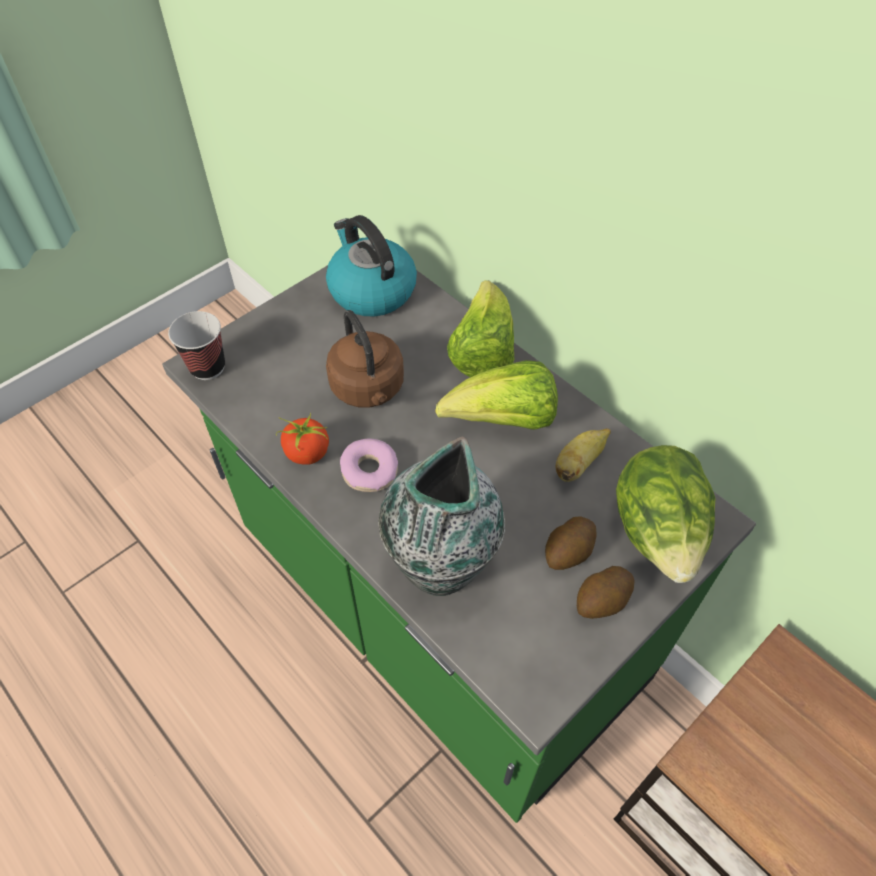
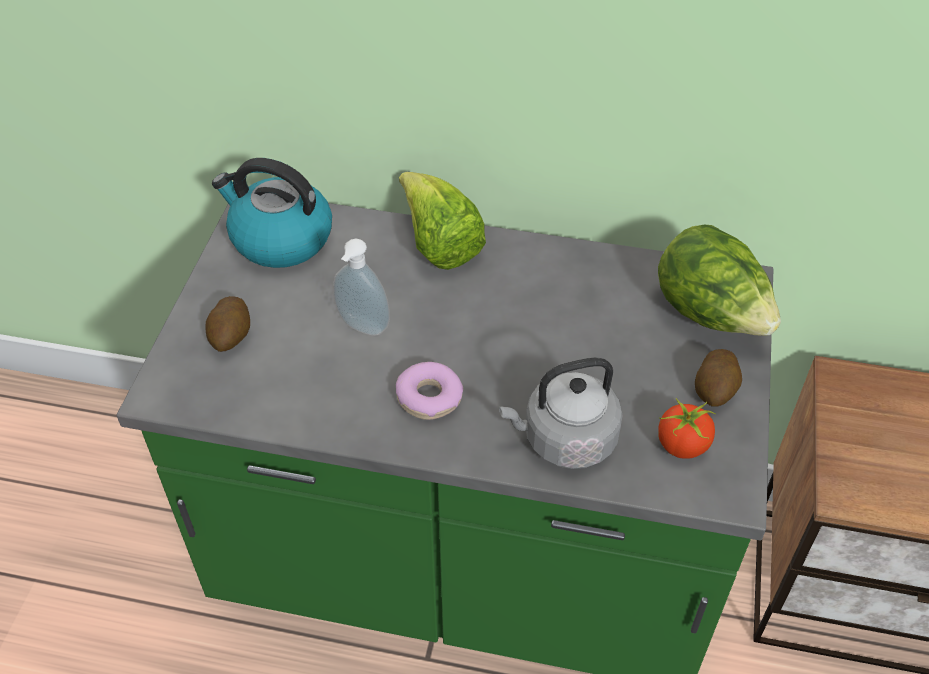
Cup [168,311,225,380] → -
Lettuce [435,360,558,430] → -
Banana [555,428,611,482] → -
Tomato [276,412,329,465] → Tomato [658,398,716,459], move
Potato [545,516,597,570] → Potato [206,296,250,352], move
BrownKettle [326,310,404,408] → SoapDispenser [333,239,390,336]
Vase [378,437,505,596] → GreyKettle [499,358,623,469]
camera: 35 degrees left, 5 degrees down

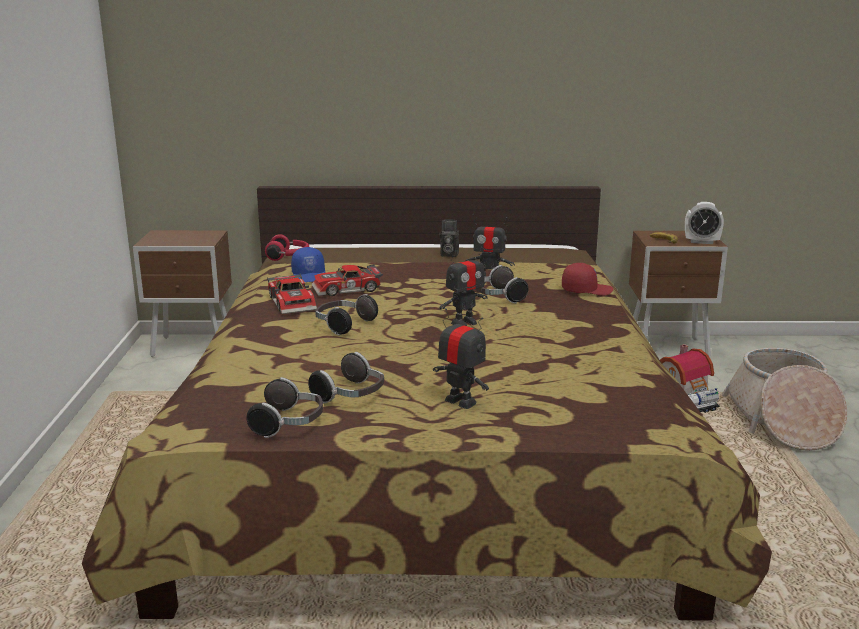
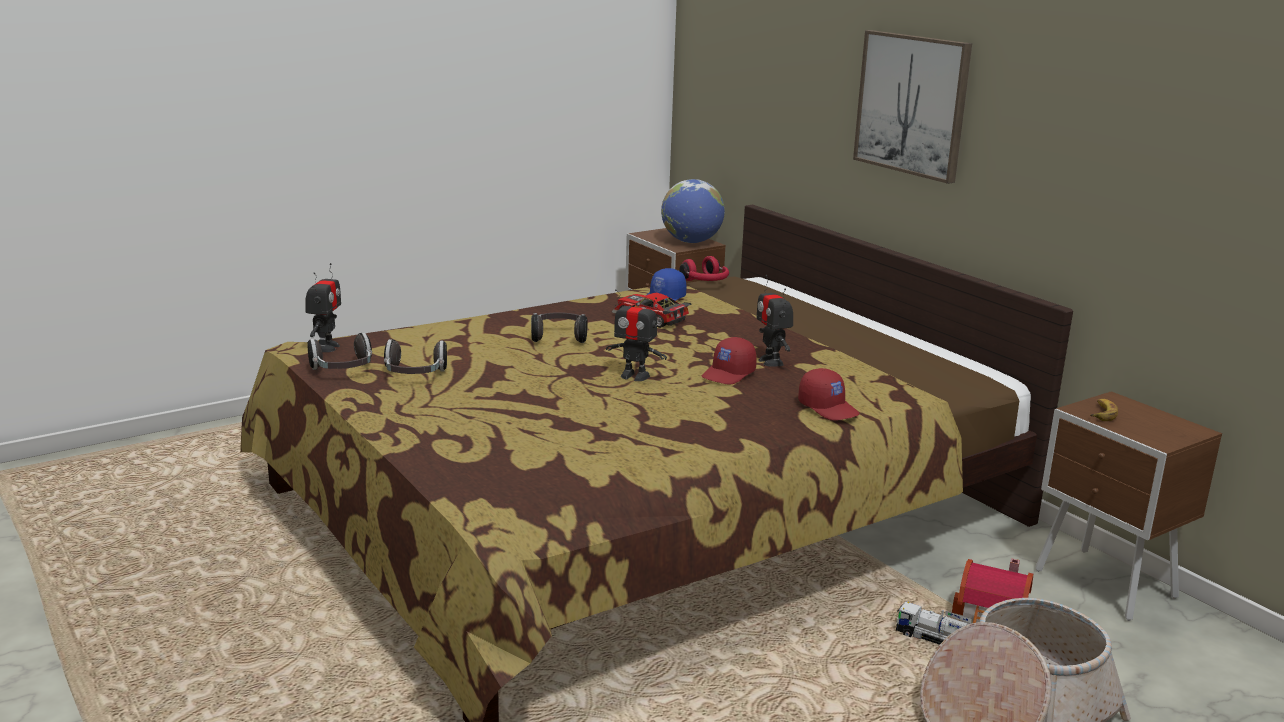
ToyCar [267,274,317,314] → -
PhotoCamera [439,219,459,257] → -
AlarmClock [685,202,724,244] → -
- → Globe [661,179,725,243]
- → Picture [853,30,972,184]
ToyRobot [433,308,489,409] → ToyRobot [305,263,341,352], move
Headphones [475,265,528,304] → RedCap [702,337,757,385]
camera: 55 degrees right, 0 degrees up

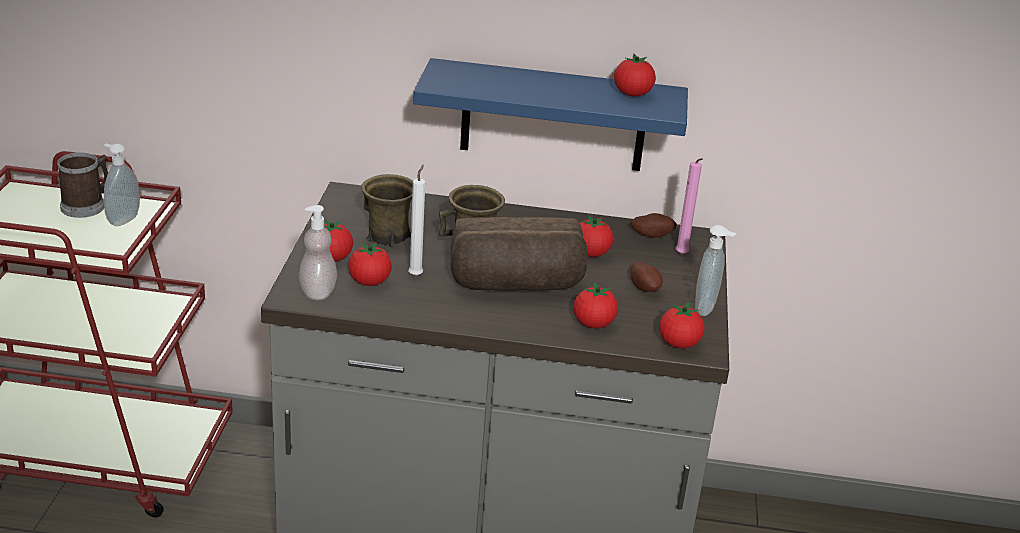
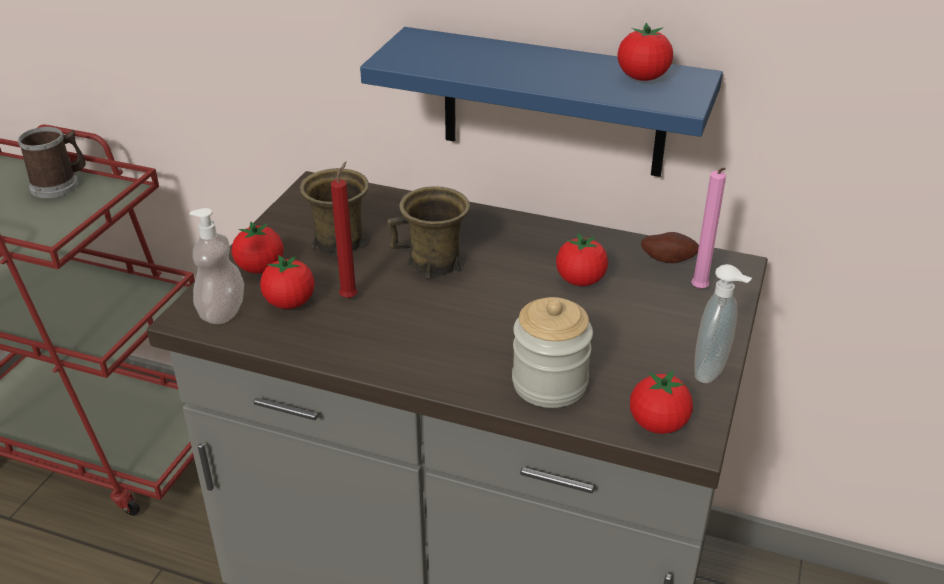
SoapDispenser [104,143,140,226] → -
Bread [450,217,588,291] → -
Potato [631,261,663,292] → -
Tomato [574,282,618,328] → Jar [512,297,593,408]
WhiteCandle [408,165,425,276] → RedCandle [331,162,358,298]
camera: 15 degrees right, 5 degrees up

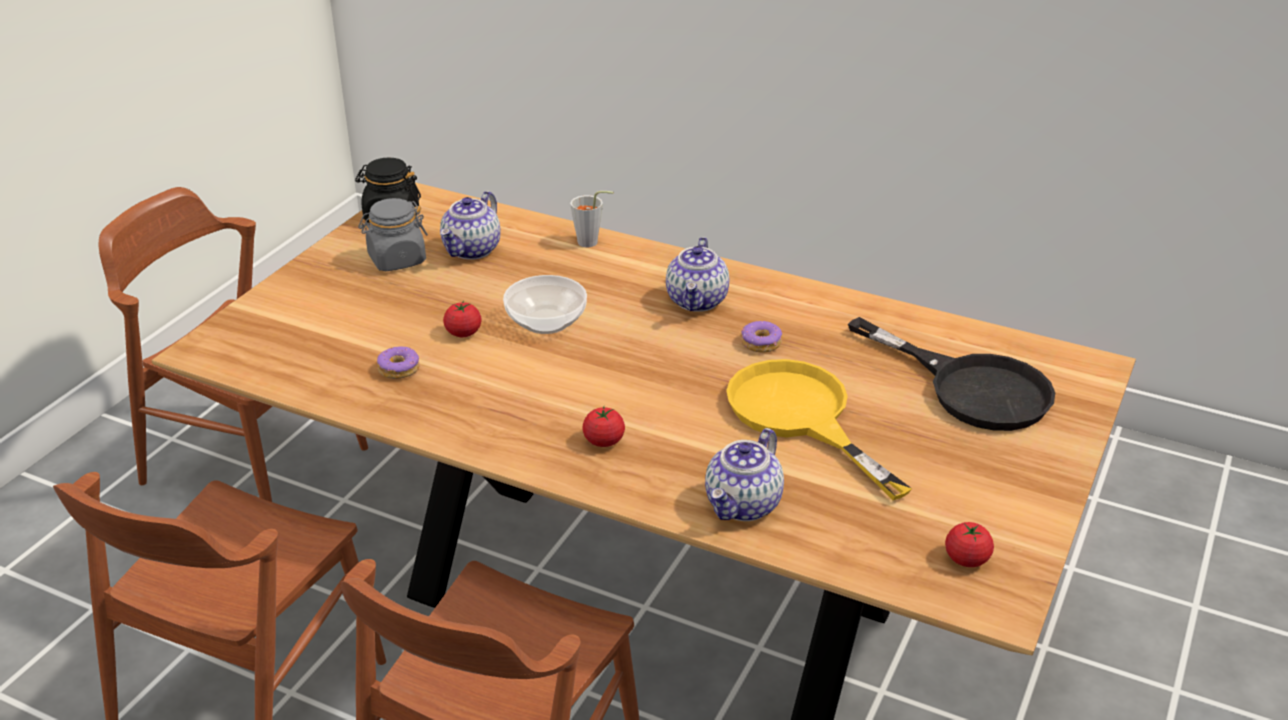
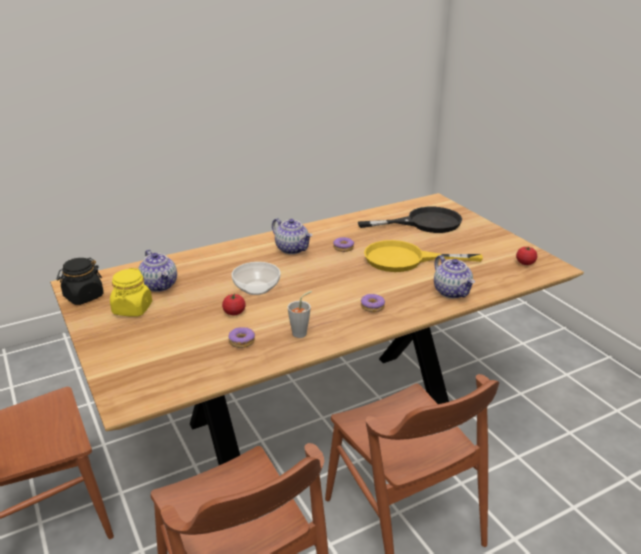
GreyCup [570,191,614,247] → GreyCup [287,291,312,338], move
Tomato [583,406,625,447] → Donut [361,294,385,312]
GreyJar [358,198,428,271] → YellowJar [110,268,152,317]
camera: 55 degrees left, 5 degrees down

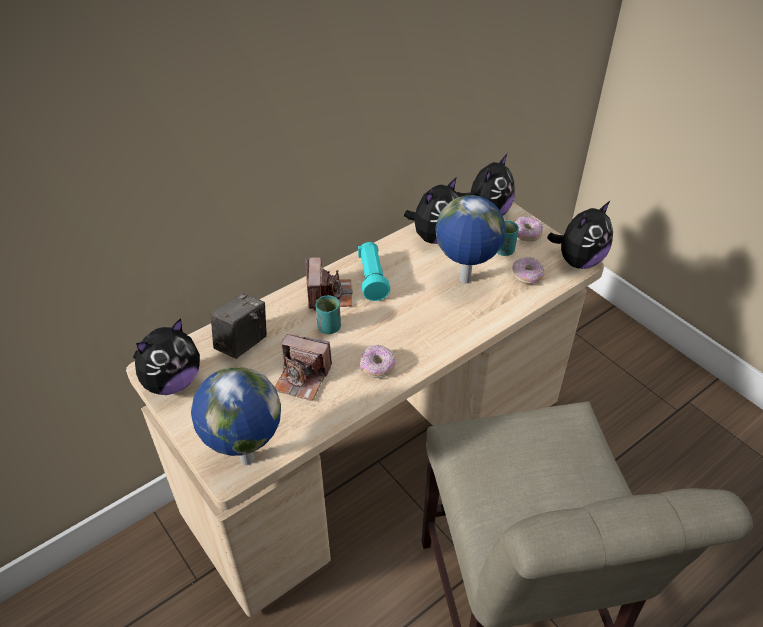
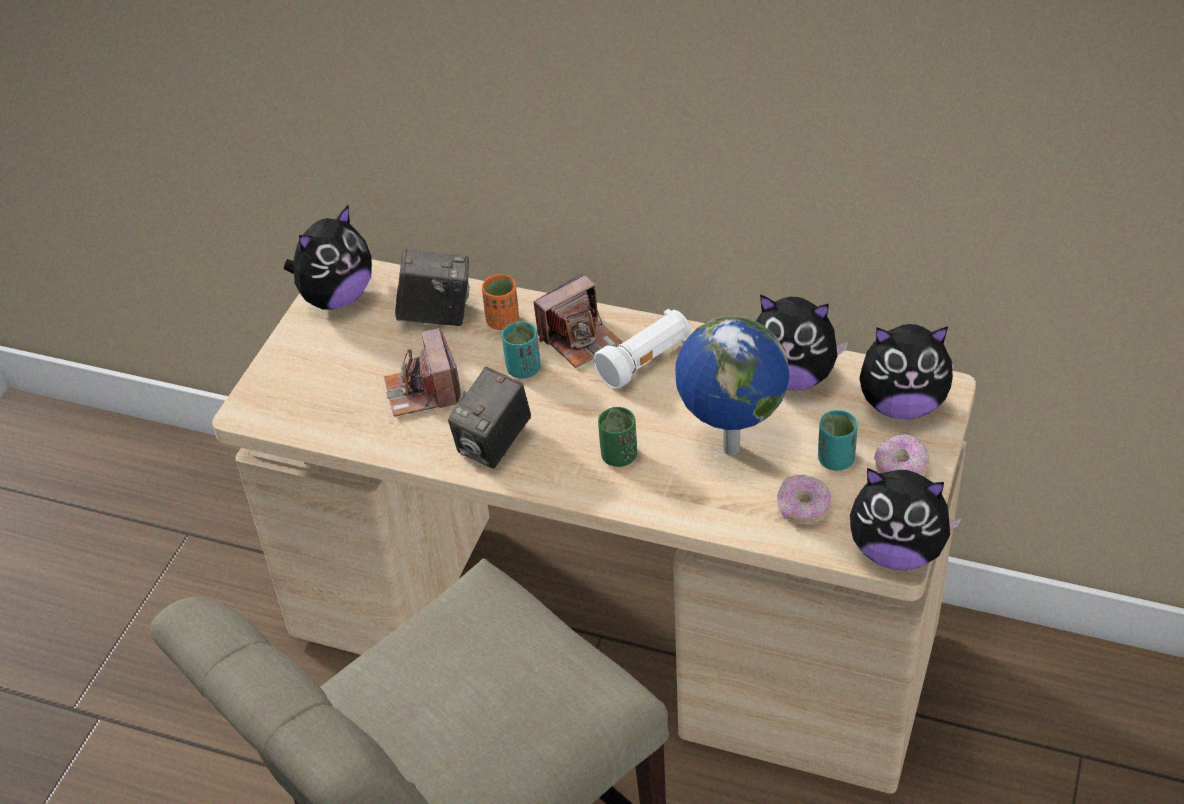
Globe [191,367,281,465] → -
- → OrangeCup [481,274,519,330]
- → GreenCup [598,407,637,467]
Donut [360,345,395,378] → PhotoCamera [448,367,531,469]
TurquoiseFlashlight [358,242,390,301] → WhiteFlashlight [594,309,691,389]
PlushToy [133,318,200,395] → PlushToy [284,205,372,310], 60 degrees counterclockwise
camera: 60 degrees right, 0 degrees up

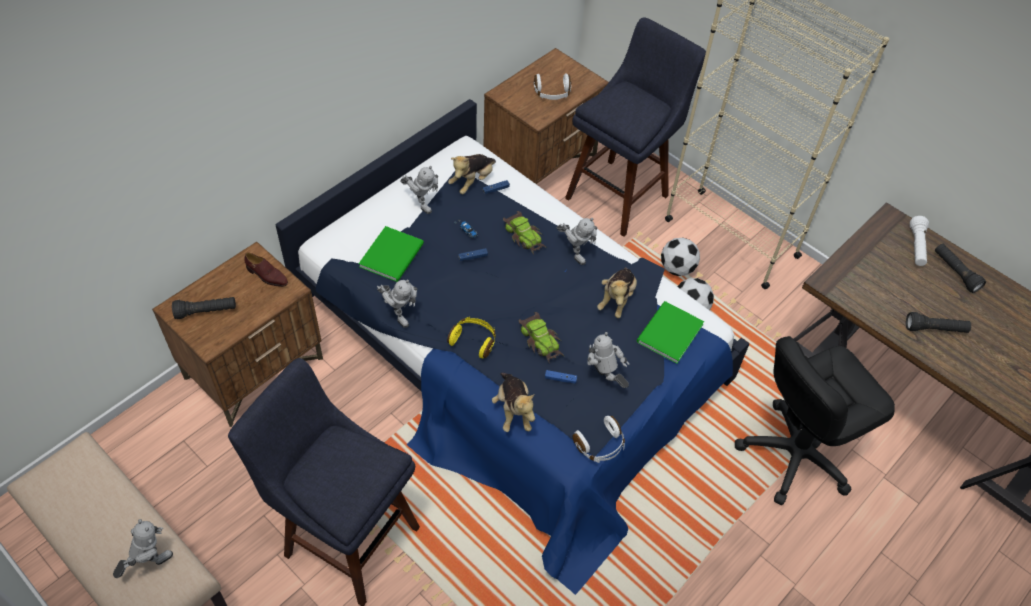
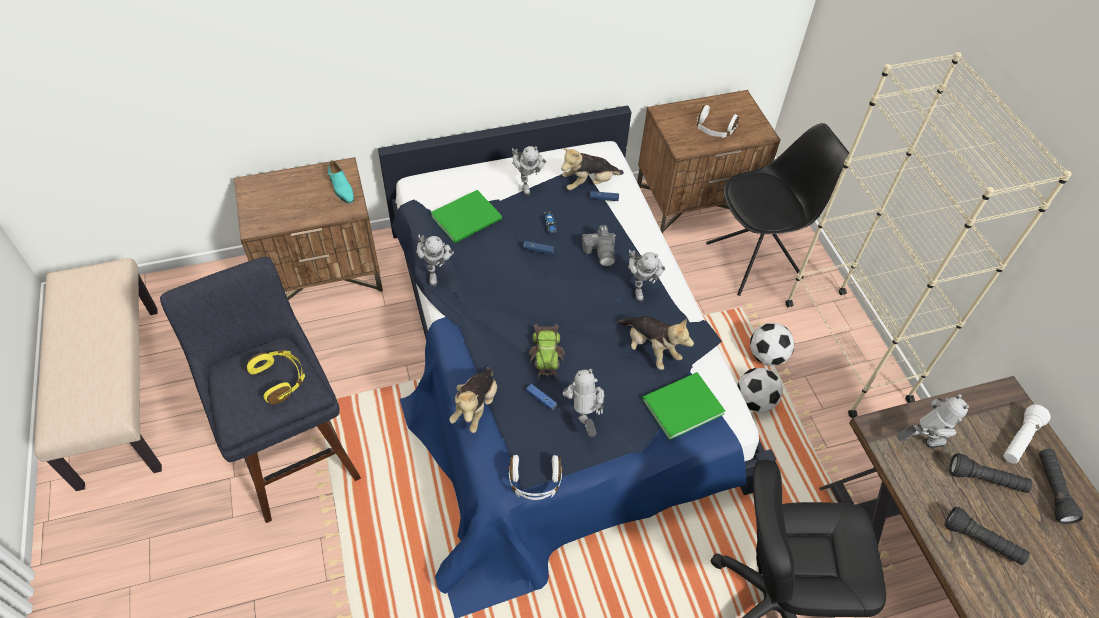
ToyRobot [113,519,173,578] → ToyRobot [897,394,969,448], move
BlackFlashlight [172,297,236,319] → BlackFlashlight [949,453,1032,493], move
YellowHeadphones [447,317,496,358] → YellowHeadphones [247,350,305,405], move
ToyCar [503,211,547,254] → PhotoCamera [582,225,615,266]
BlueStool [565,17,706,237] → BlackChair [706,123,849,296]
BrownShoe [244,252,288,287] → TurquoiseShoe [328,161,354,204]
PlushToy [597,267,637,318] → PlushToy [616,316,694,370], 90 degrees counterclockwise
camera: 30 degrees right, 0 degrees up

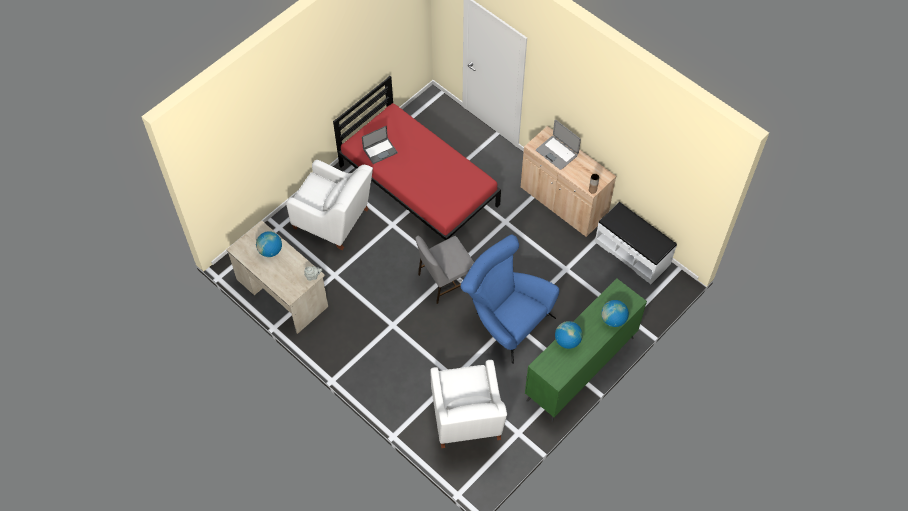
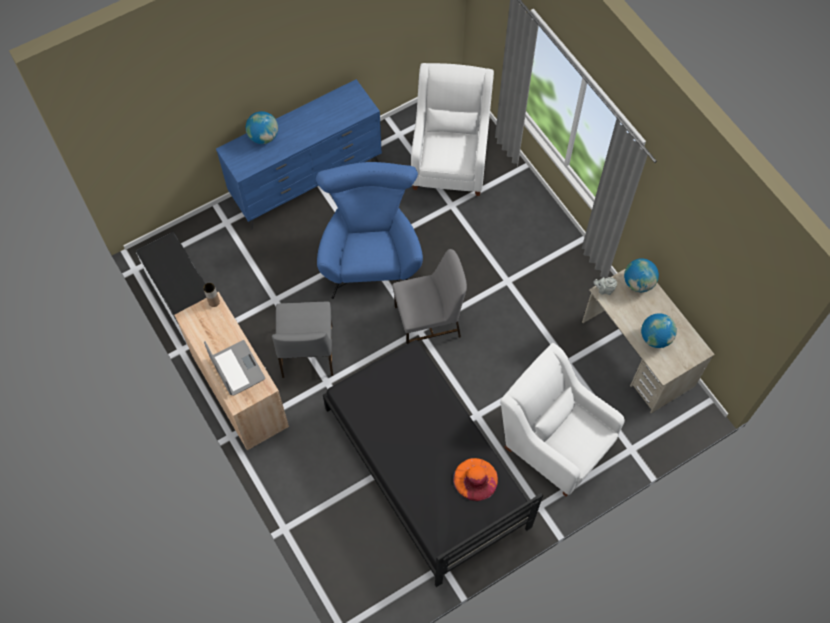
- → GreyChair [272,302,333,378]
Globe [555,321,583,349] → Globe [624,258,659,292], move
Laptop [362,126,398,164] → OrangeHat [453,458,498,501]
RedBed [333,76,501,240] → BlackBed [323,340,543,587]
GreenDresser [525,278,647,422] → BlueDresser [216,79,382,229]
BlueArmchair [461,234,559,364] → BlueArmchair [316,162,423,299], 150 degrees counterclockwise
camera: 165 degrees left, 5 degrees up

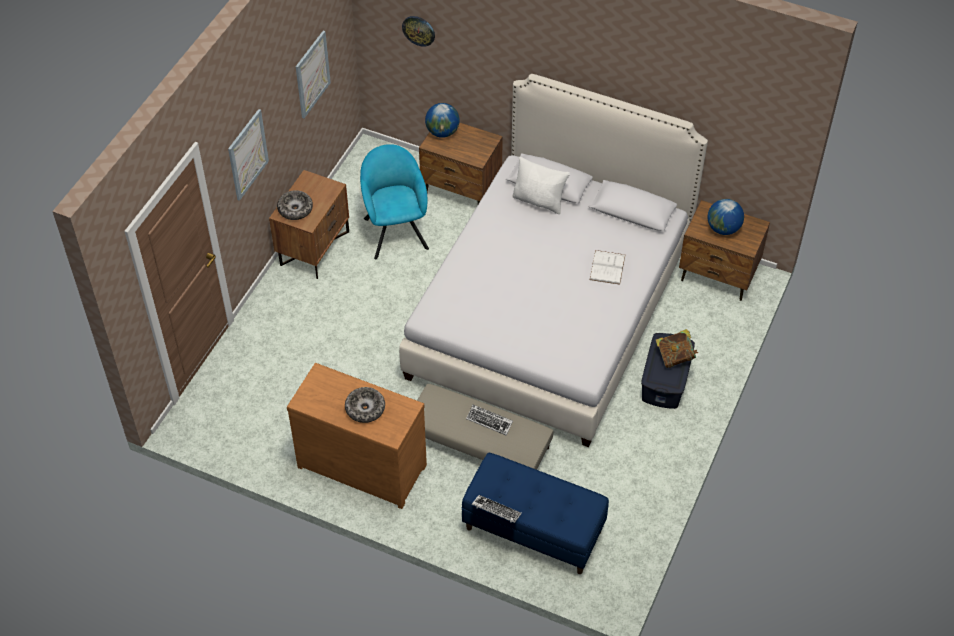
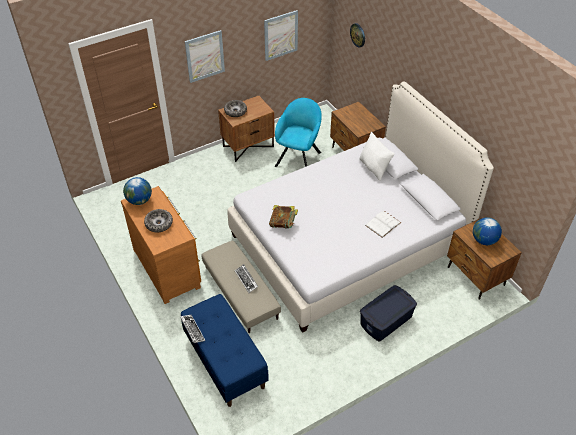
Globe [425,103,460,138] → Globe [123,177,152,205], move
Book [656,329,698,368] → Book [269,205,298,229], move
camera: 35 degrees right, 5 degrees down

